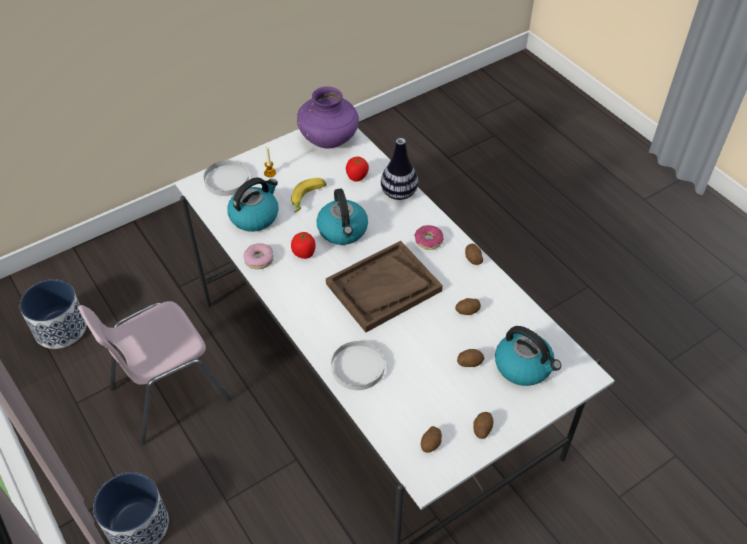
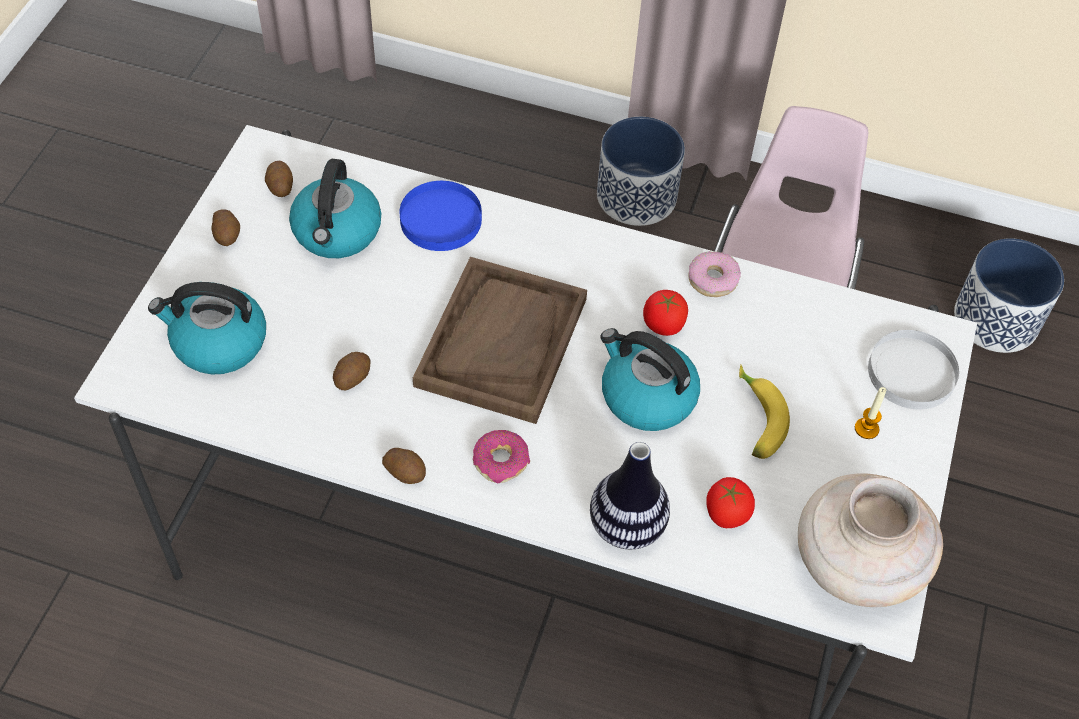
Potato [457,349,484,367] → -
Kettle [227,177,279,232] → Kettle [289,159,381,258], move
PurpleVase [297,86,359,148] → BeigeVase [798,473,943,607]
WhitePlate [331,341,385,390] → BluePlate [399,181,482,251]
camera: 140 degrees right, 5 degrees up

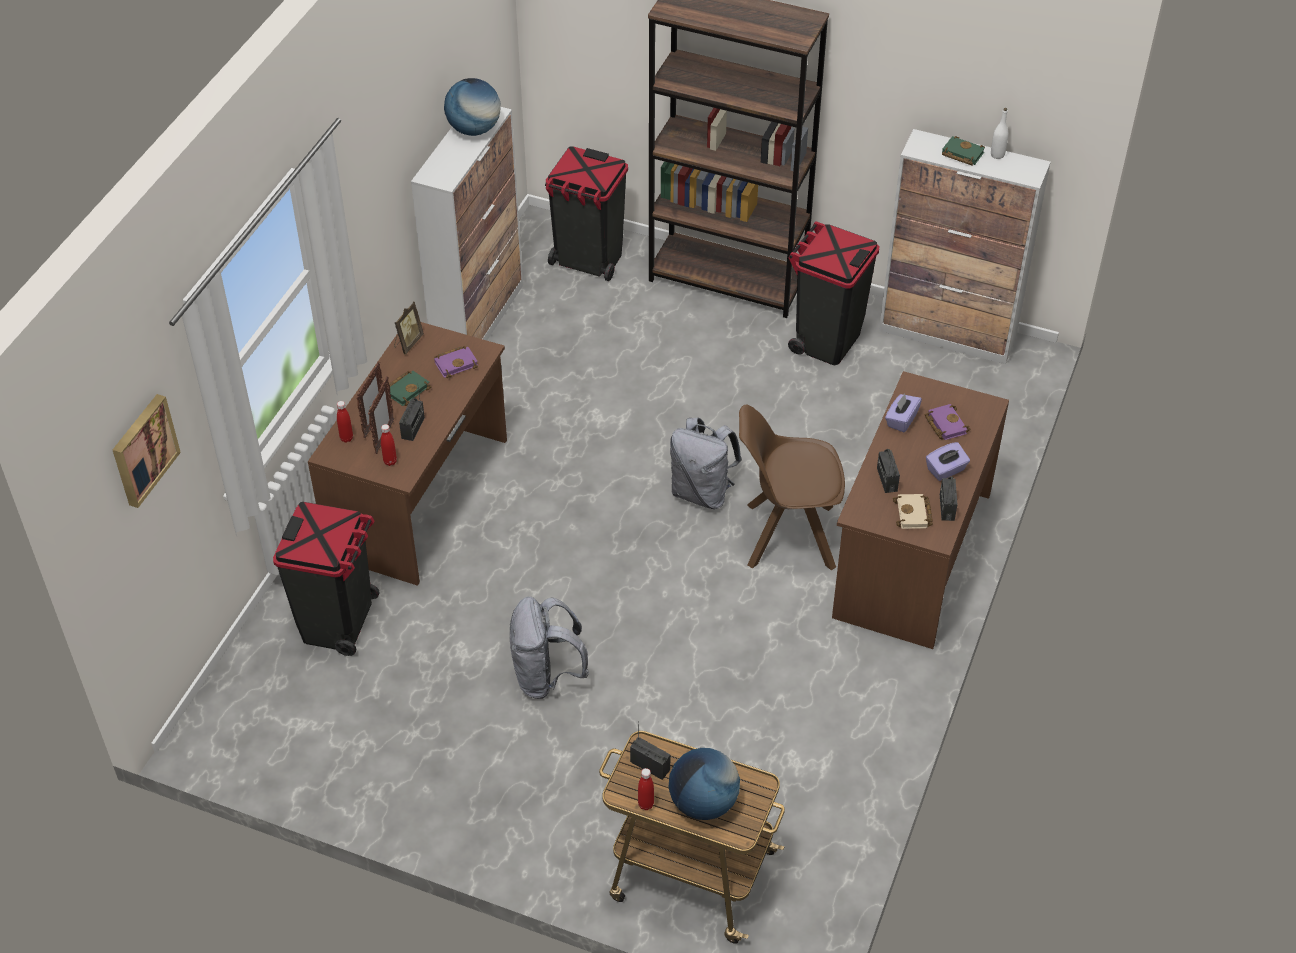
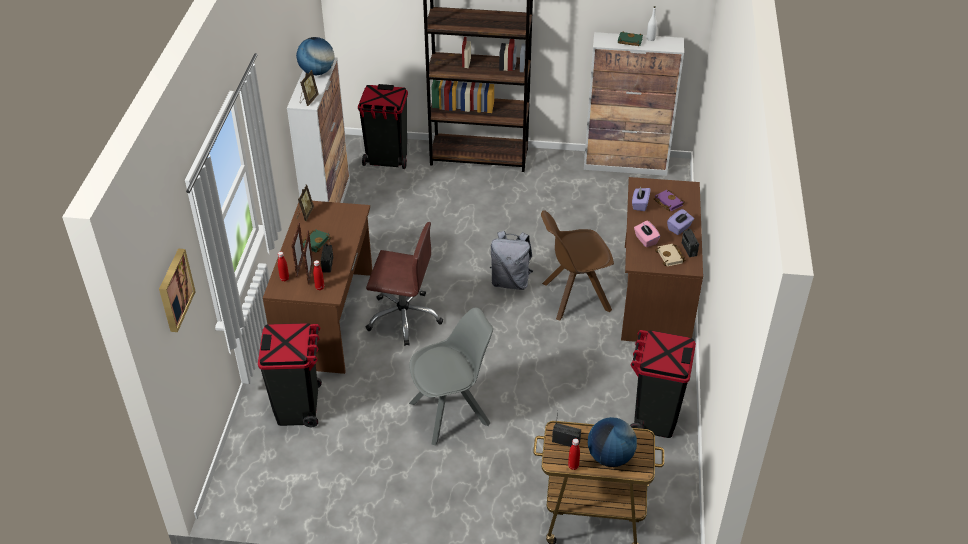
PurpleBook [434,346,478,378] → -
- → PictureFrame [300,70,319,106]
- → BrownOfficeChair [366,222,443,346]
BlackTrashCan [788,221,879,365] → BlackTrashCan [630,330,696,438], move
GreyBackpack [510,596,589,699] → GreyChair [409,307,493,445]
Radio [877,449,900,493] → PinkTissueBox [634,221,660,247]
camera: 15 degrees left, 5 degrees down

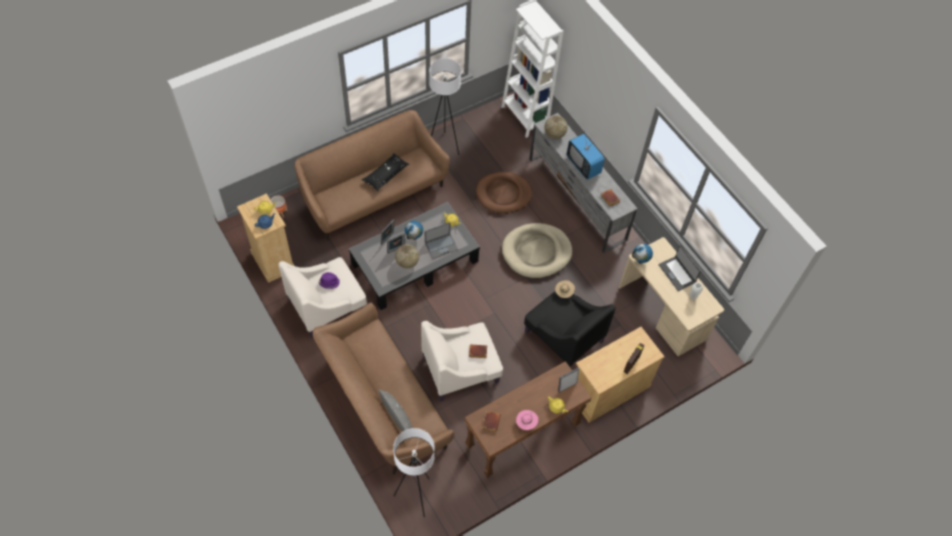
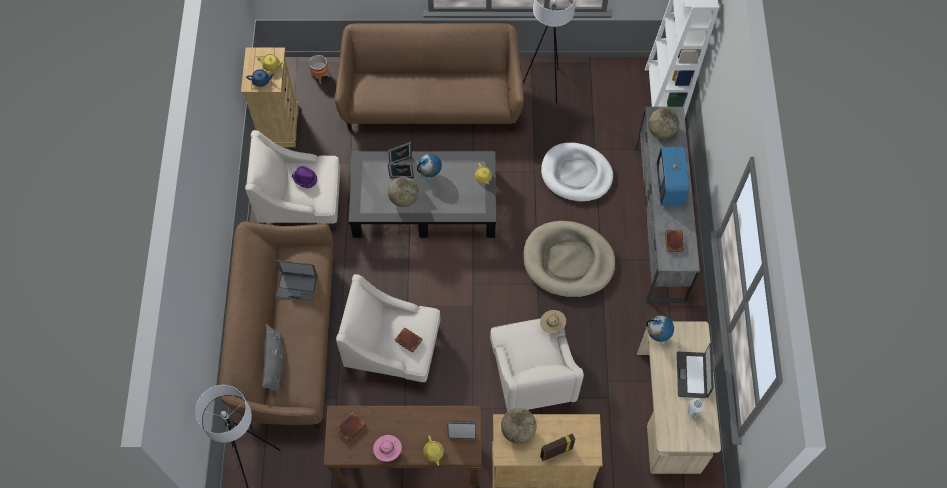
BlackPillow [361,153,409,191] → -
- → Globe [501,408,537,444]
Laptop [425,222,458,259] → Laptop [276,260,318,301], move
BrownDogBed [476,172,532,214] → WhiteDogBed [541,143,613,202]
BlackArmchair [524,291,616,368] → BeigeArmchair [490,318,584,412]
camera: 35 degrees right, 5 degrees up

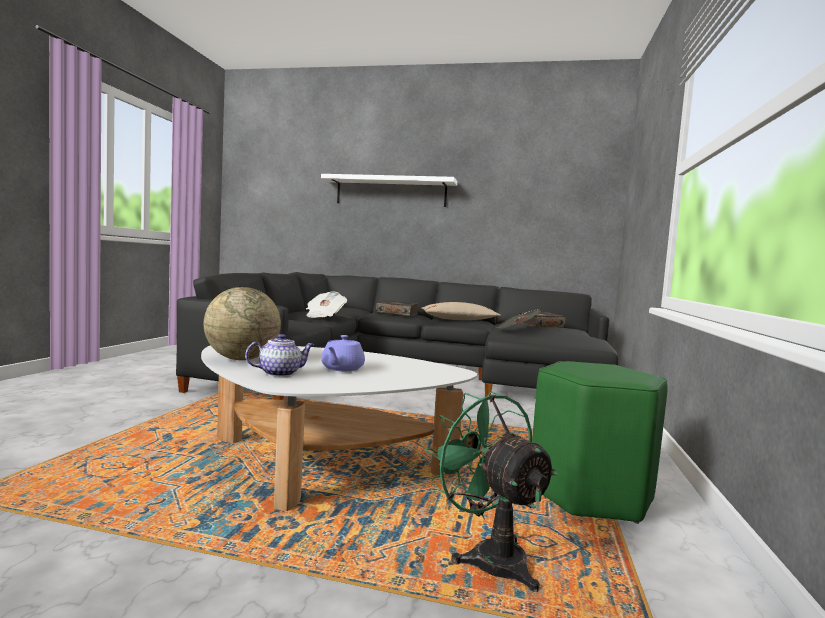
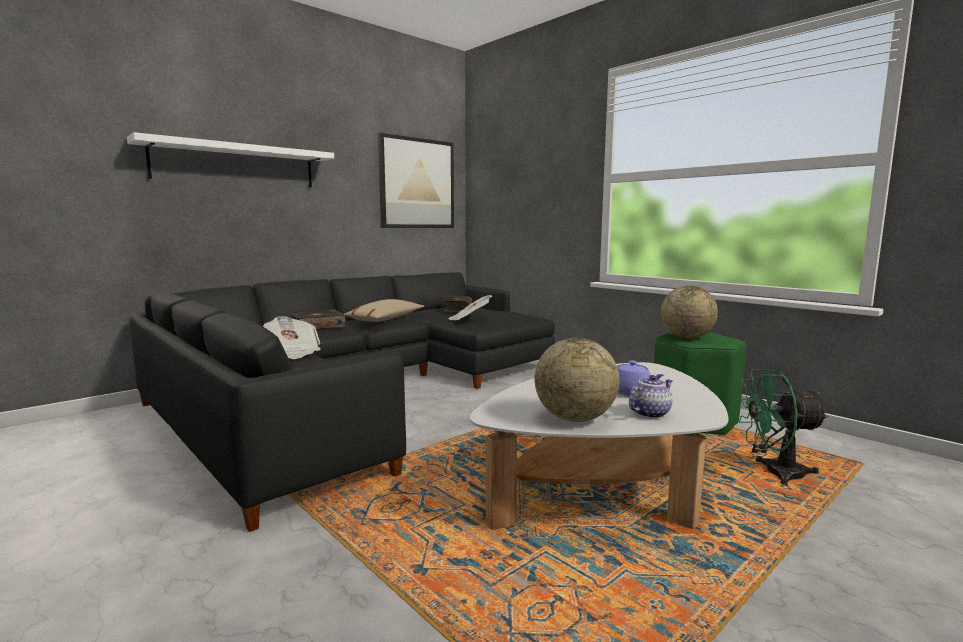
- → Picture [378,133,454,228]
- → Globe [661,285,718,339]
Teapot [245,334,314,377] → Teapot [629,375,673,418], 45 degrees clockwise
camera: 55 degrees left, 5 degrees up

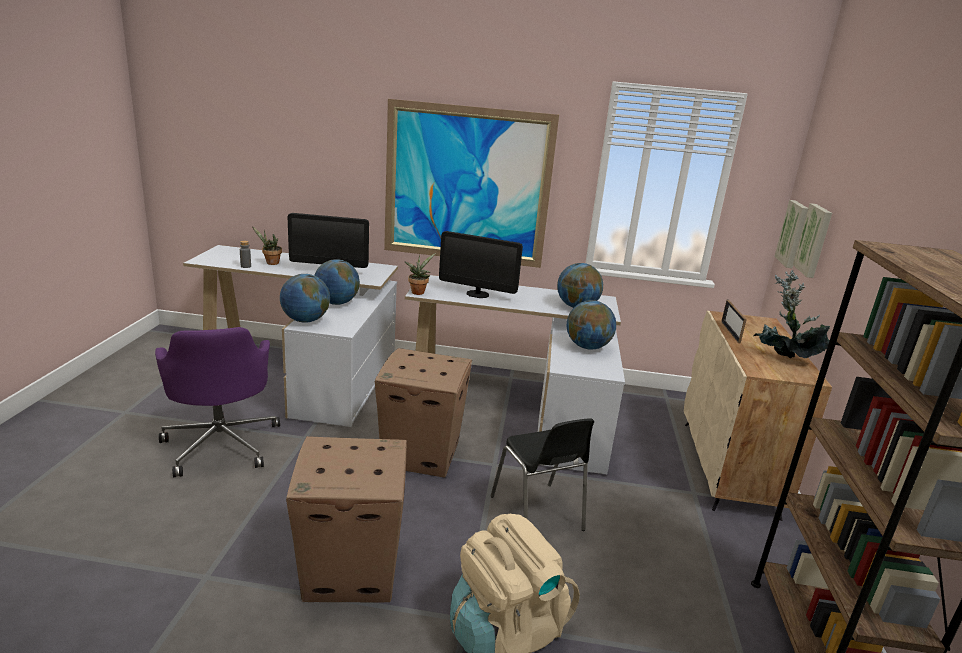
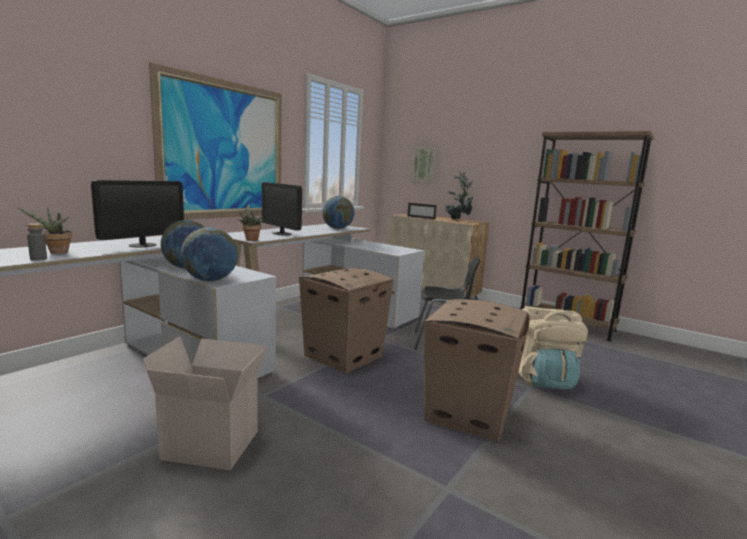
Globe [567,300,616,350] → -
Picture [774,200,808,268] → -
PurpleOfficeChair [155,327,280,477] → CardboardBox [143,336,268,470]
Monitor [439,231,523,298] → Monitor [262,182,302,235], 90 degrees clockwise
camera: 60 degrees left, 10 degrees down

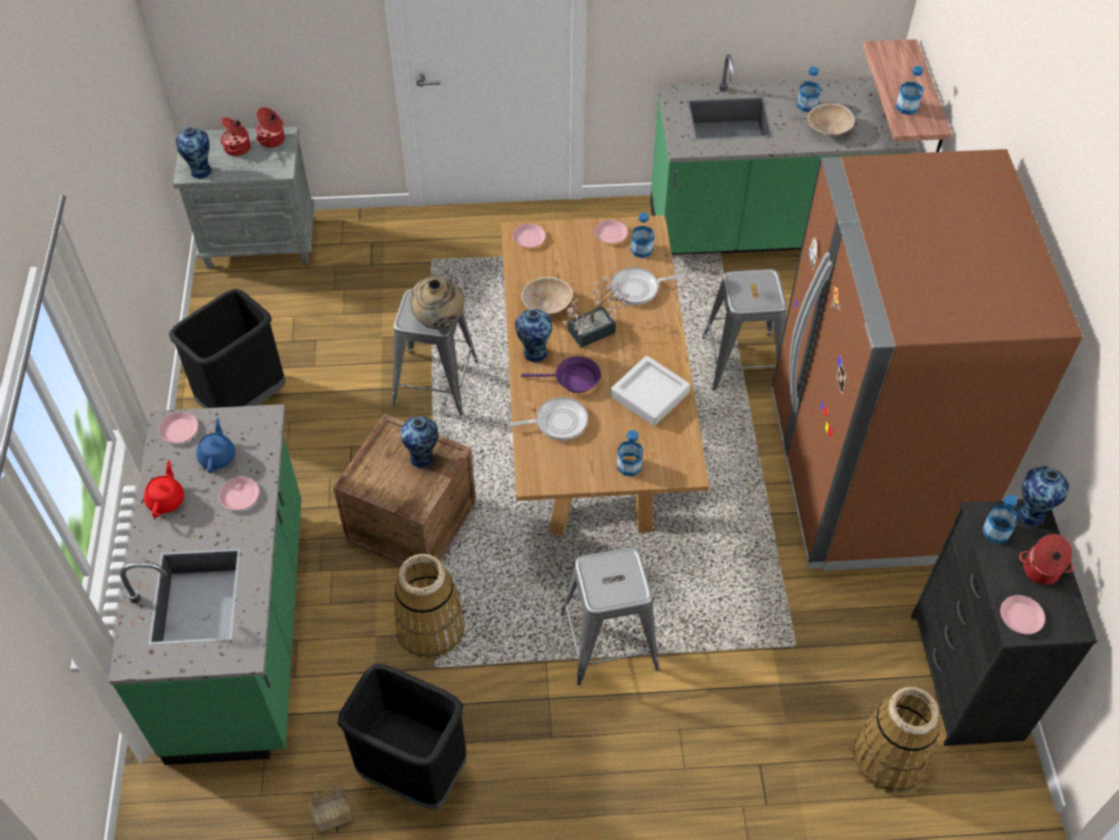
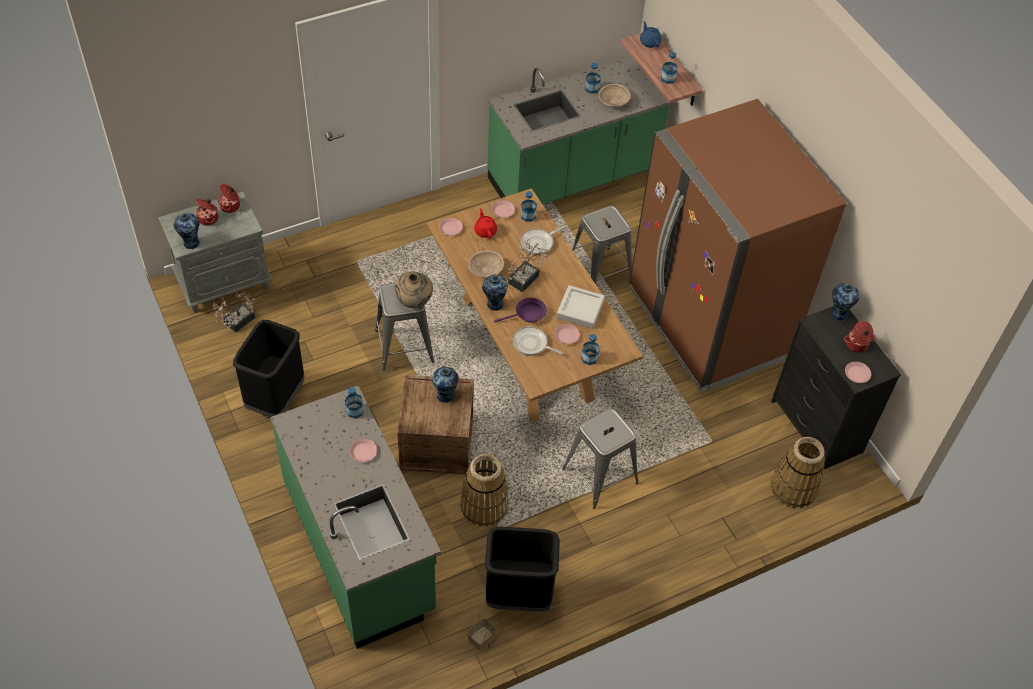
- → PottedPlant [212,292,255,333]
RedTeapot [144,460,184,518] → RedTeapot [474,208,497,239], move
PinkPlate [159,412,198,443] → PinkPlate [555,324,580,344], move
BlueTeapot [196,418,235,473] → BlueTeapot [640,21,661,48], move
Bottle [982,495,1017,543] → Bottle [345,387,364,419], move
FryingPan [508,397,588,441] → FryingPan [513,326,563,356], 120 degrees counterclockwise
camera: 25 degrees left, 0 degrees up

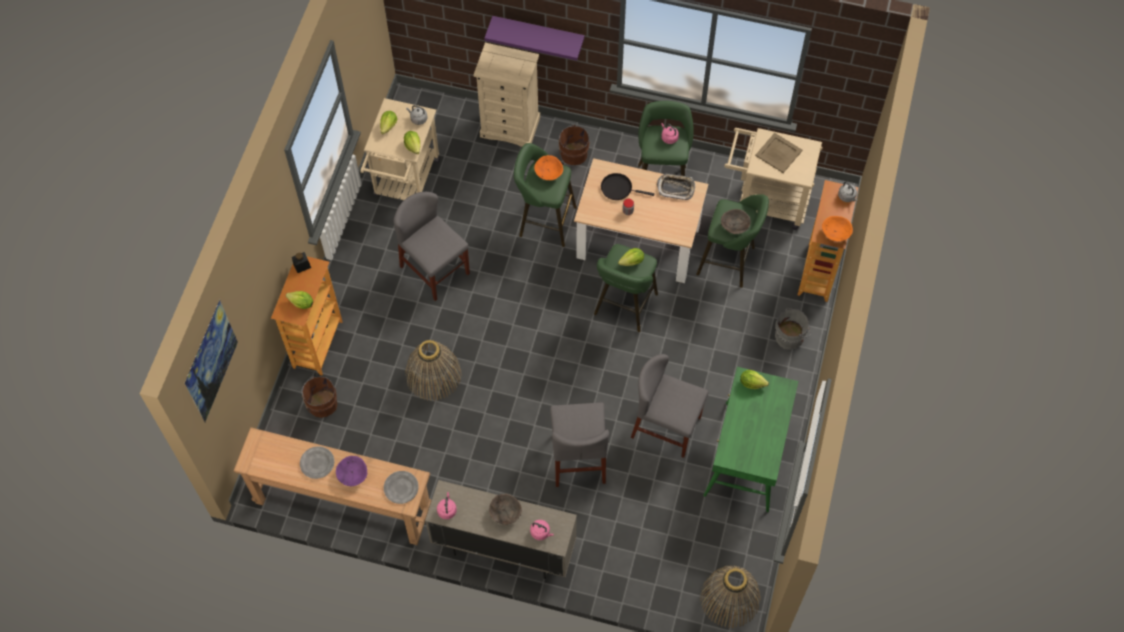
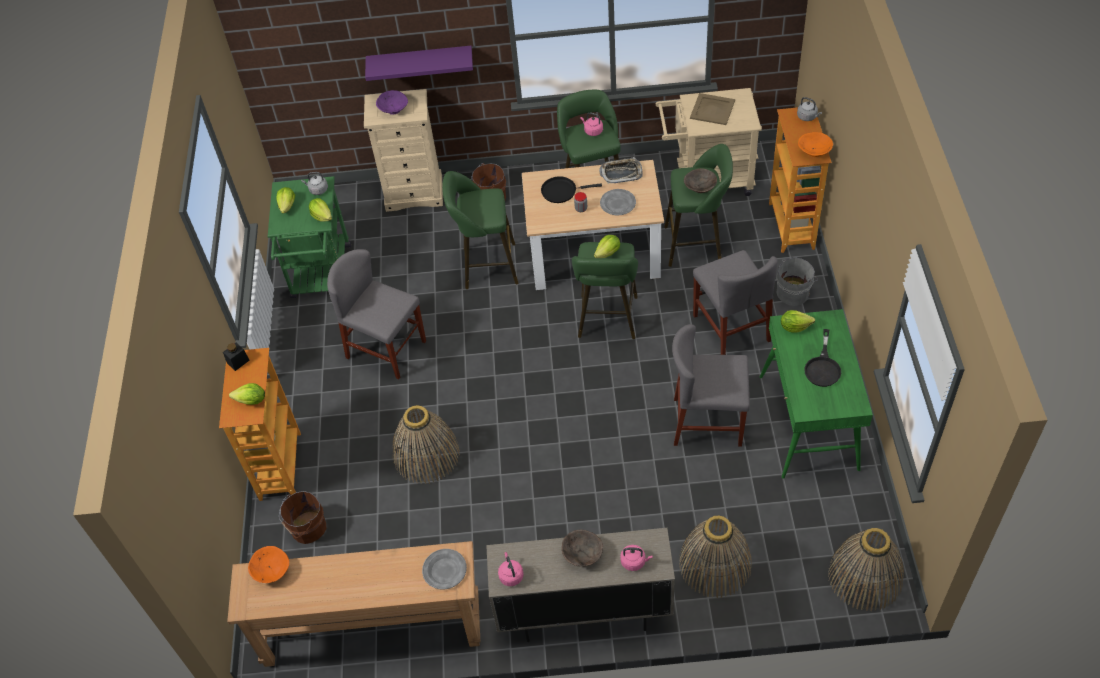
Picture [185,300,238,422] → -
- → Basket [679,515,752,598]
- → BlackFryingPan [804,329,841,387]
GreyPlate [300,446,334,479] → GreyPlate [600,189,636,215], move
PurpleBowl [336,456,367,486] → PurpleBowl [376,90,408,115], move
OrangeBowl [534,155,563,180] → OrangeBowl [248,546,289,583], move
GreyChair [550,403,609,487] → GreyChair [693,250,777,355], move
BeigeCart [360,98,440,200] → GreenCart [268,176,351,298]
camera: 15 degrees left, 10 degrees down

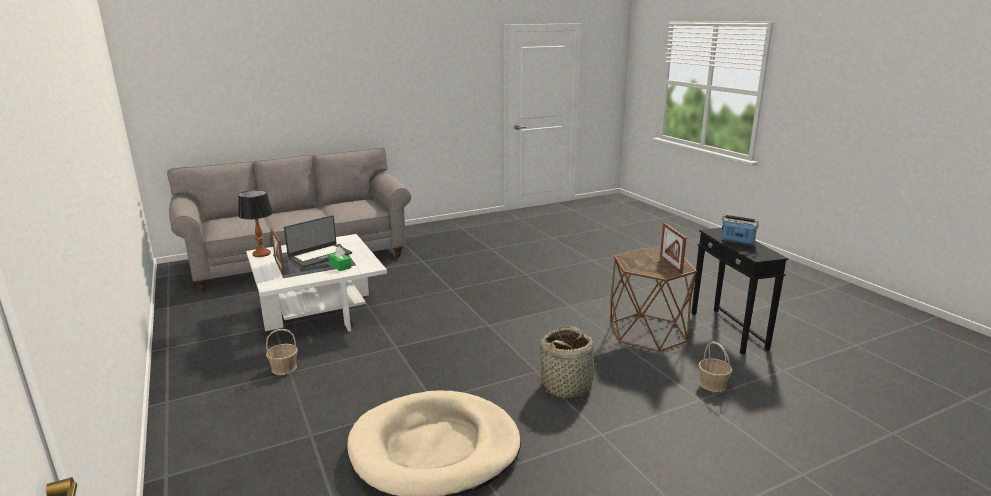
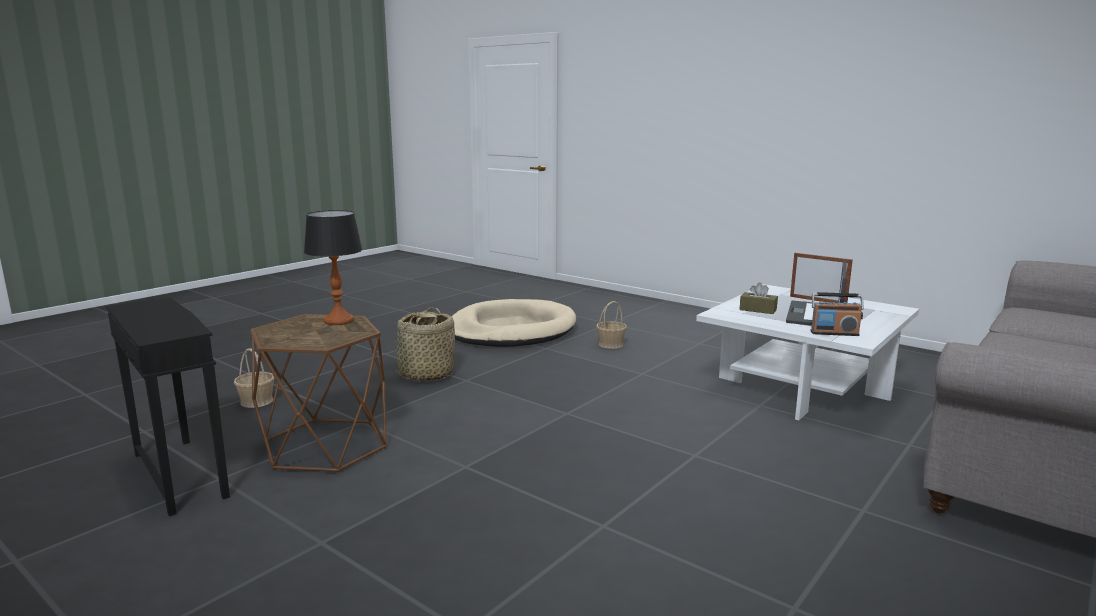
PictureFrame [660,223,687,274] → -
TableLamp [238,190,273,257] → TableLamp [304,210,363,325], move
Basket [266,329,298,375] → Basket [596,301,627,349], move
Radio [721,215,759,247] → Radio [811,292,864,336], move
GreenTissueBox [328,247,351,271] → BrownTissueBox [739,282,778,314]
camera: 155 degrees right, 5 degrees down

